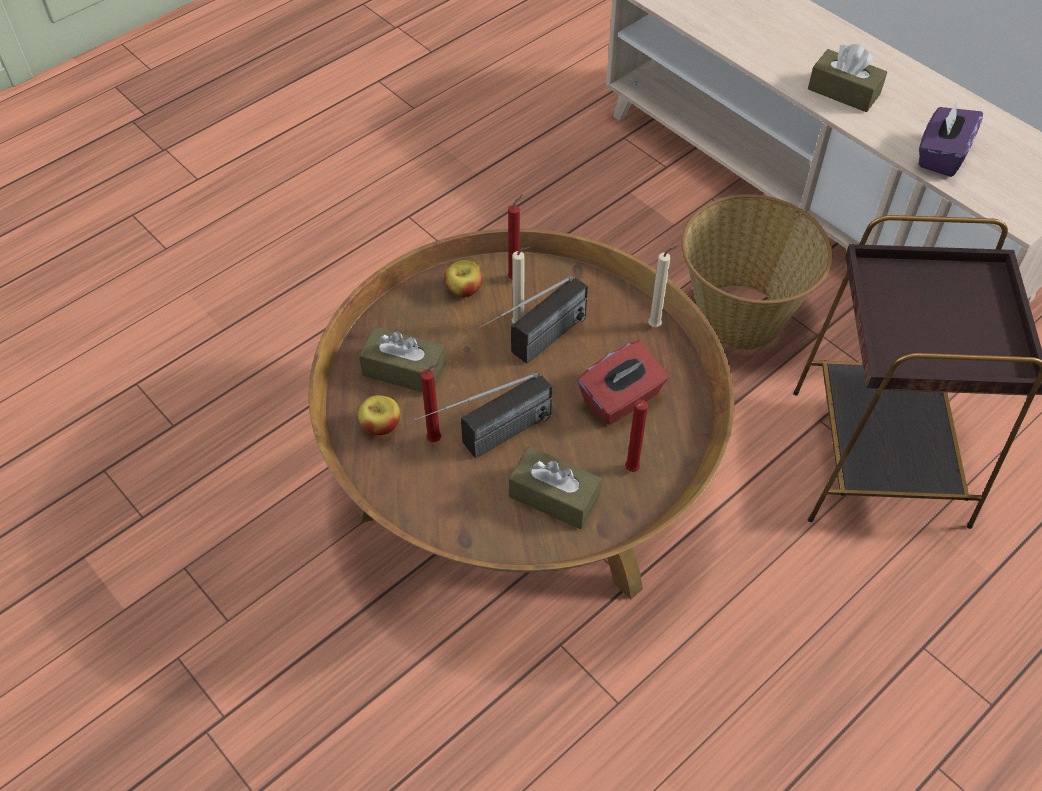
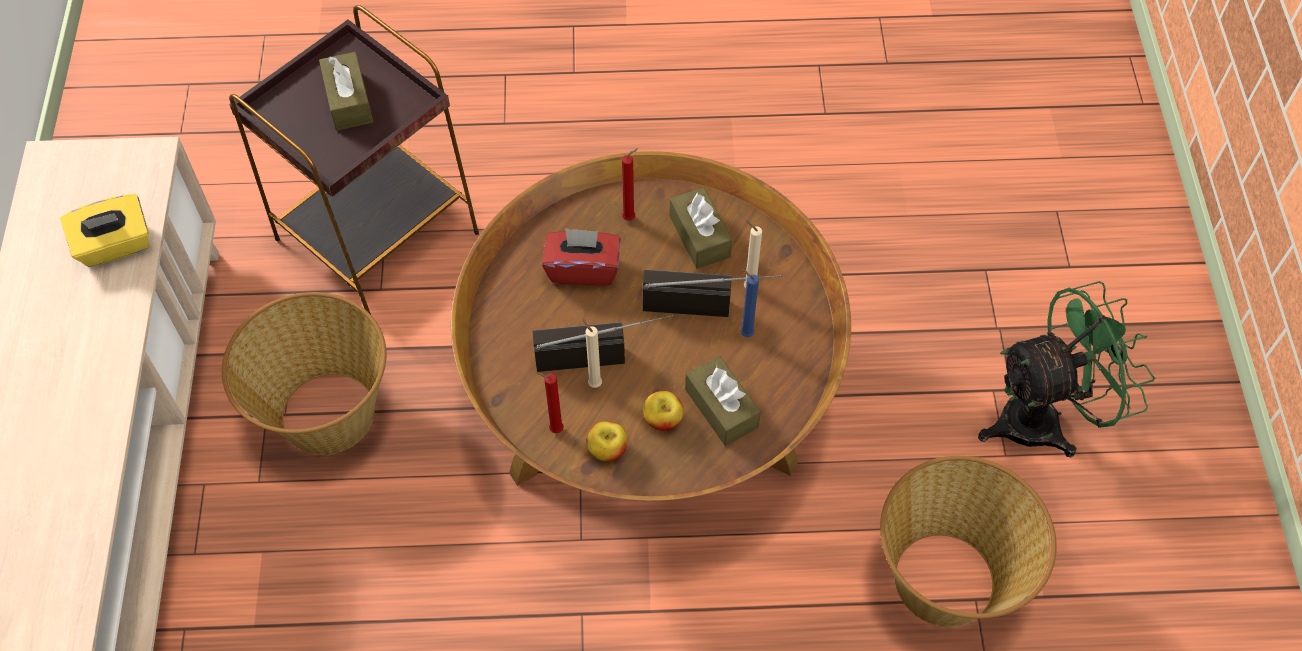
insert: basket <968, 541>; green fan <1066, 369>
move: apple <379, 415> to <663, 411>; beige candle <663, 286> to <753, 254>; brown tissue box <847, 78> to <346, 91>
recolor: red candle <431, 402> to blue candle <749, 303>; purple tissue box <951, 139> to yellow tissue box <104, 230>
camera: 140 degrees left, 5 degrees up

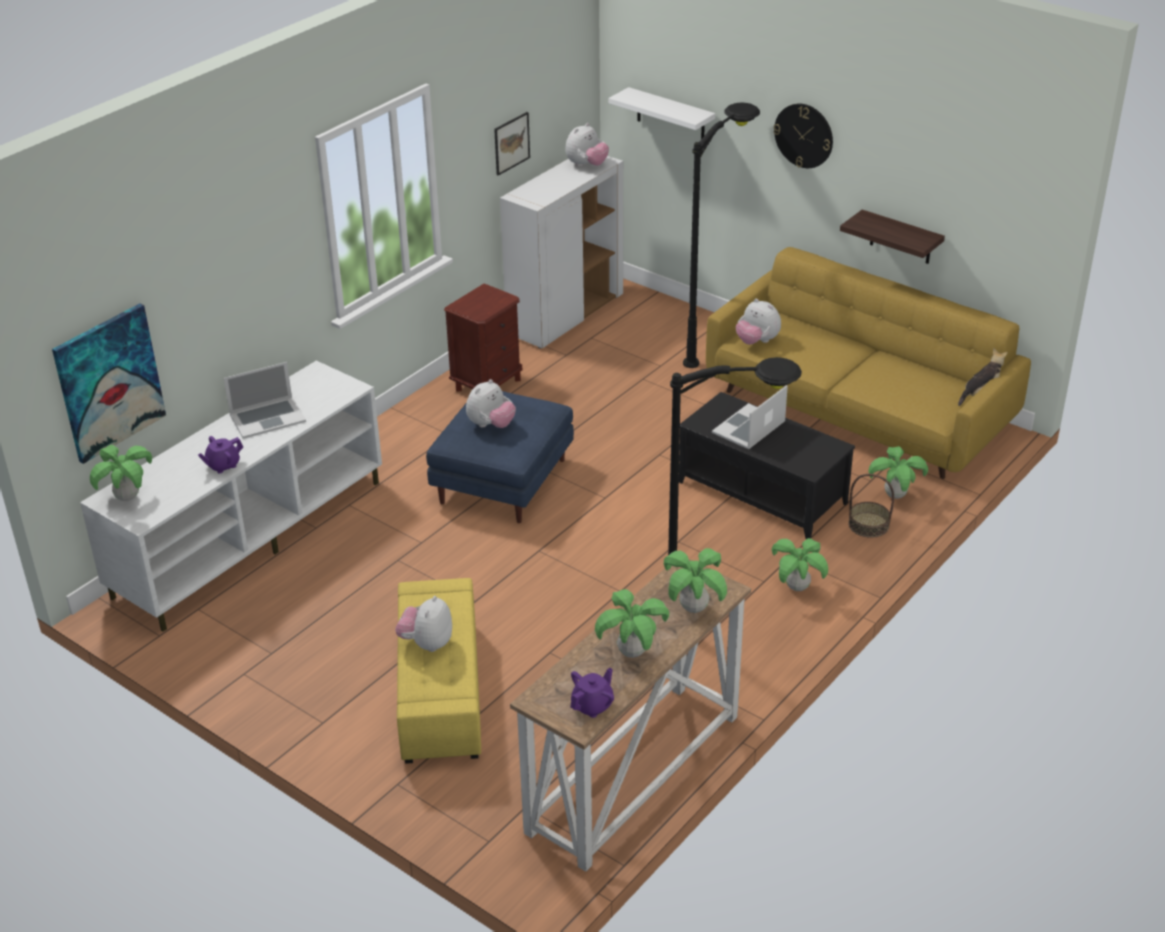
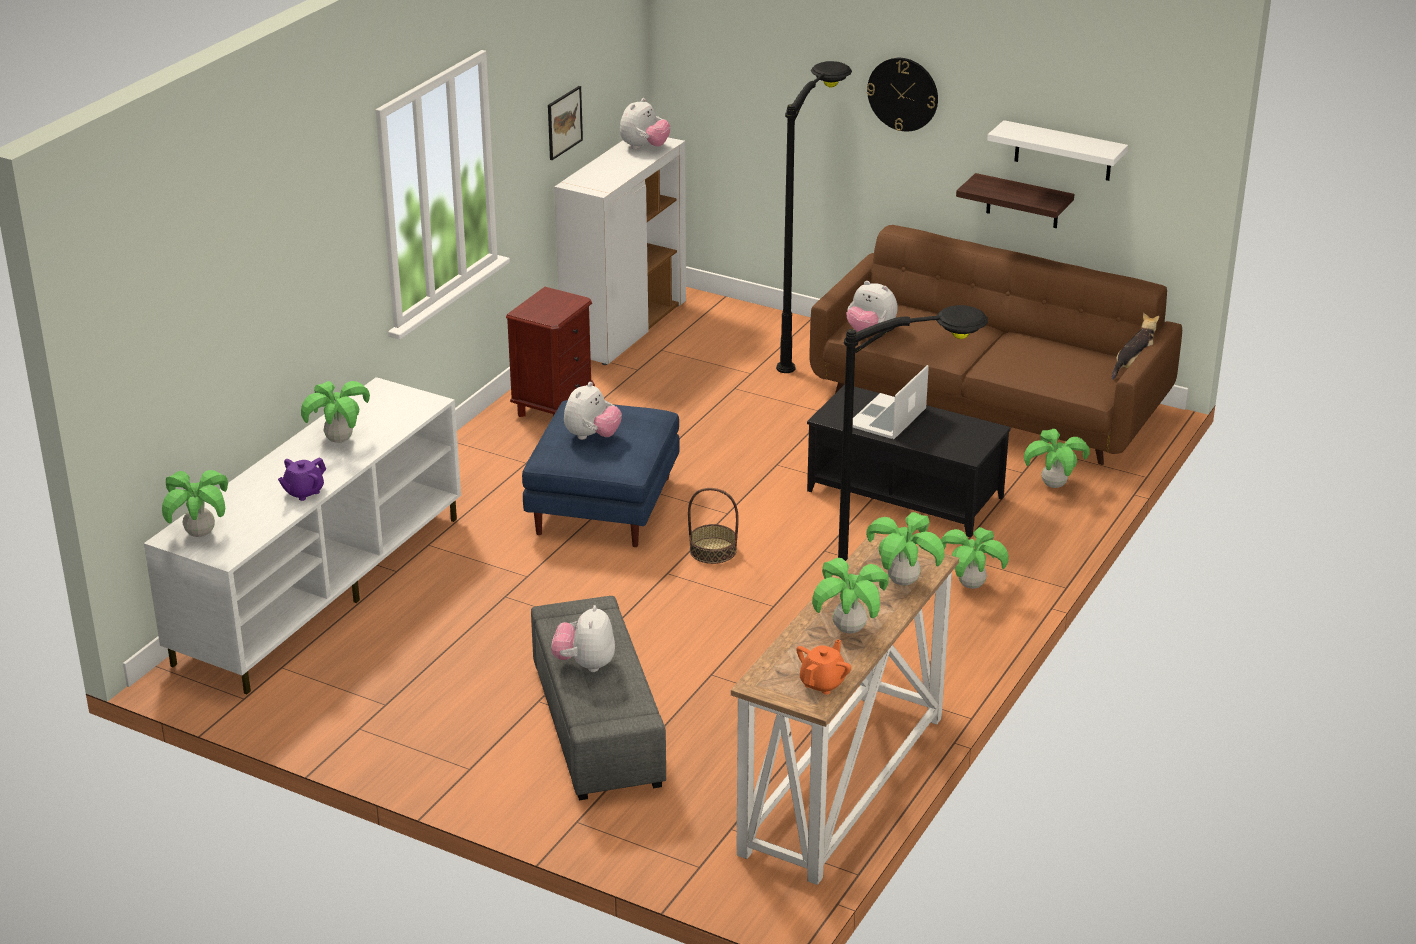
delete: picture <109, 383>
move: white shelf <662, 113> to <1057, 150>; basket <871, 506> to <713, 526>
replace: laptop <265, 400> to potted plant <335, 412>
recolor: yellow ottoman <439, 671> to grey ottoman <598, 698>; purple teapot <592, 693> to orange teapot <823, 667>; yellow sofa <868, 363> to brown sofa <995, 345>
camera: 10 degrees left, 5 degrees down

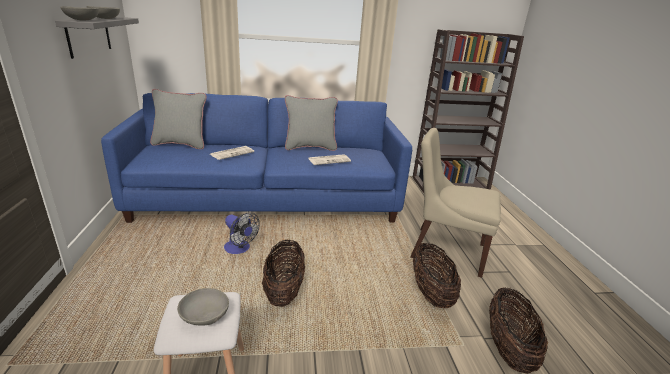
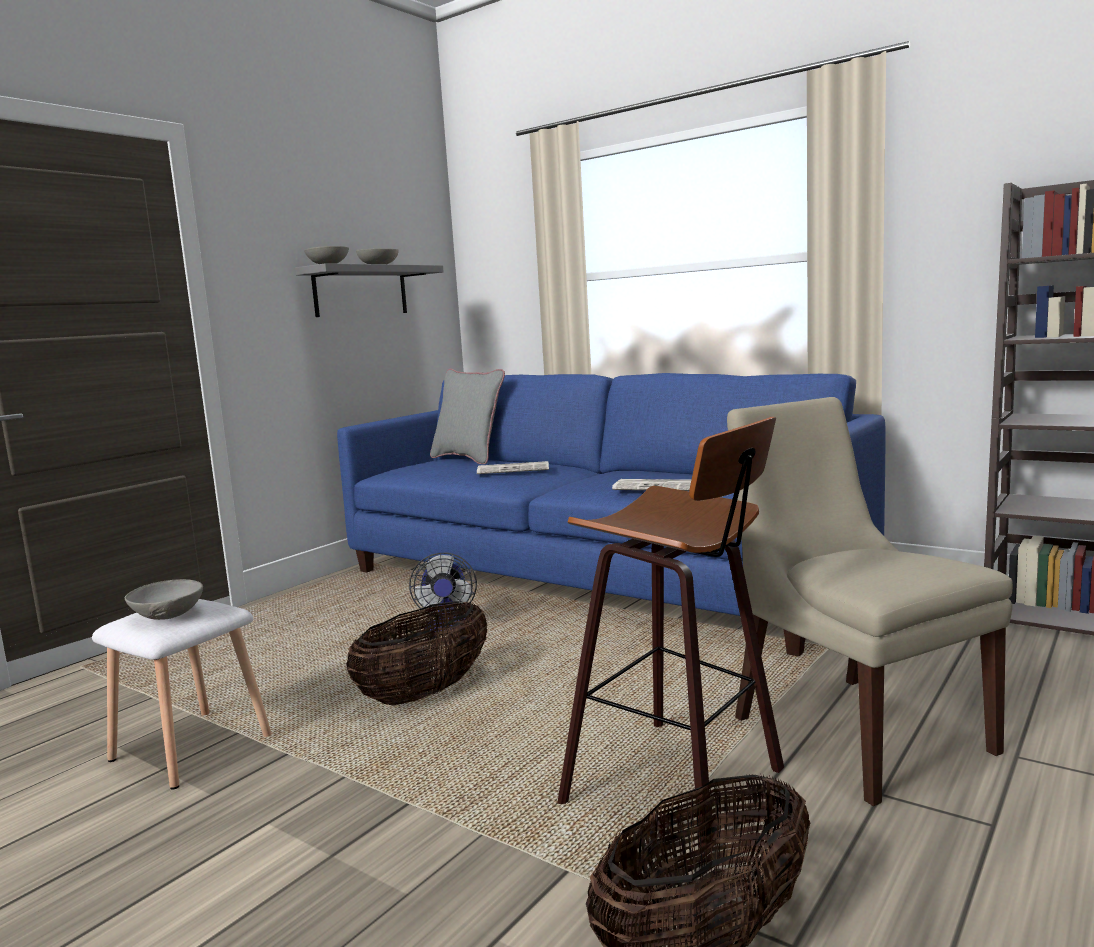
delete: grey pillow <311, 123>
replace: basket <437, 275> to stool <670, 634>
camera: 45 degrees right, 15 degrees down

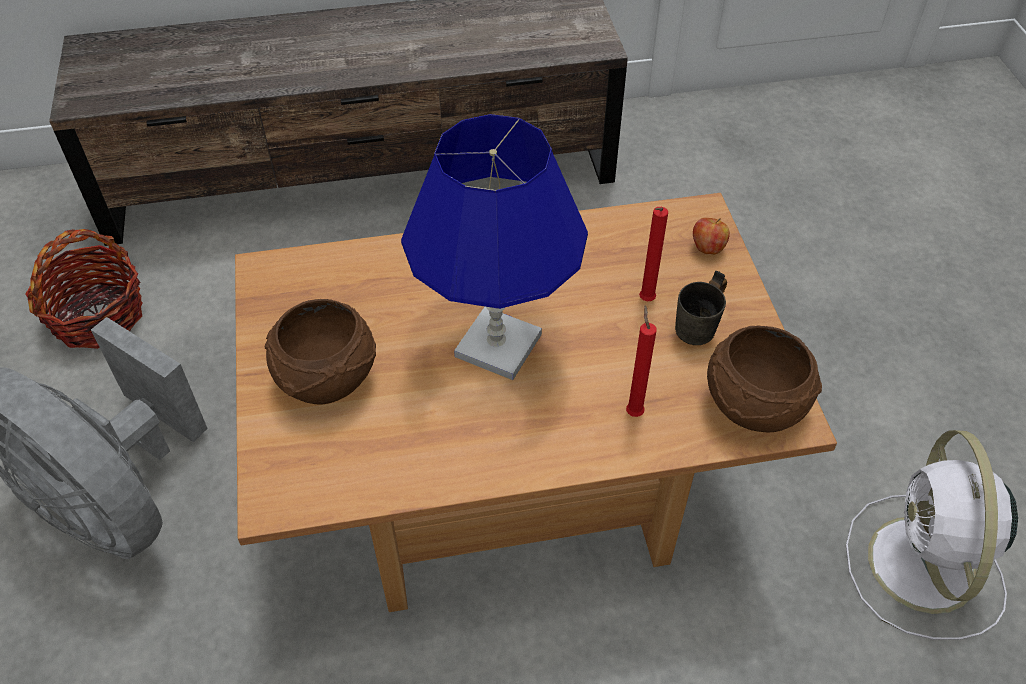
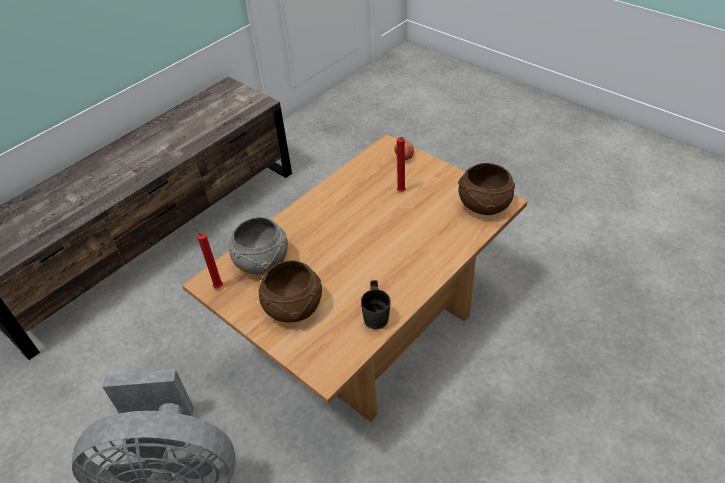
delete: basket <84, 289>; blue table lamp <494, 247>; white fan <932, 535>
insert: grey bowl <258, 245>
move: red candle <641, 361> to <208, 257>; grey mug <701, 308> to <376, 304>
camera: 35 degrees left, 5 degrees down

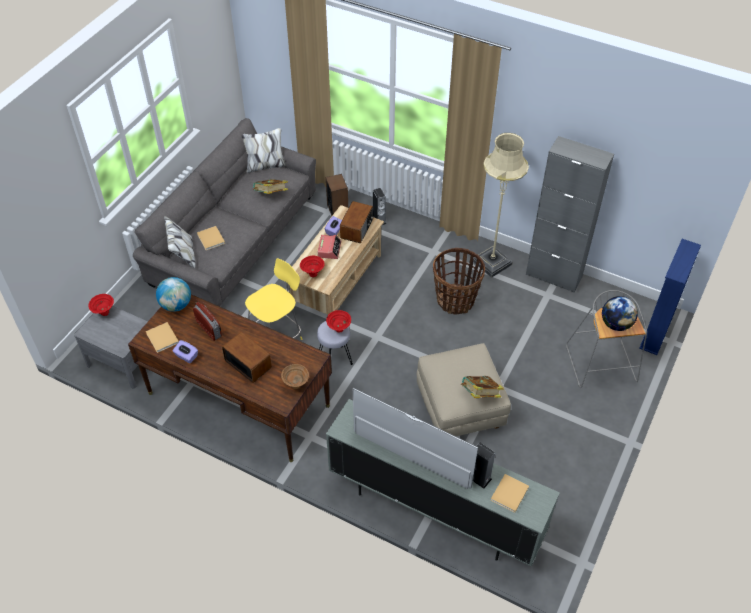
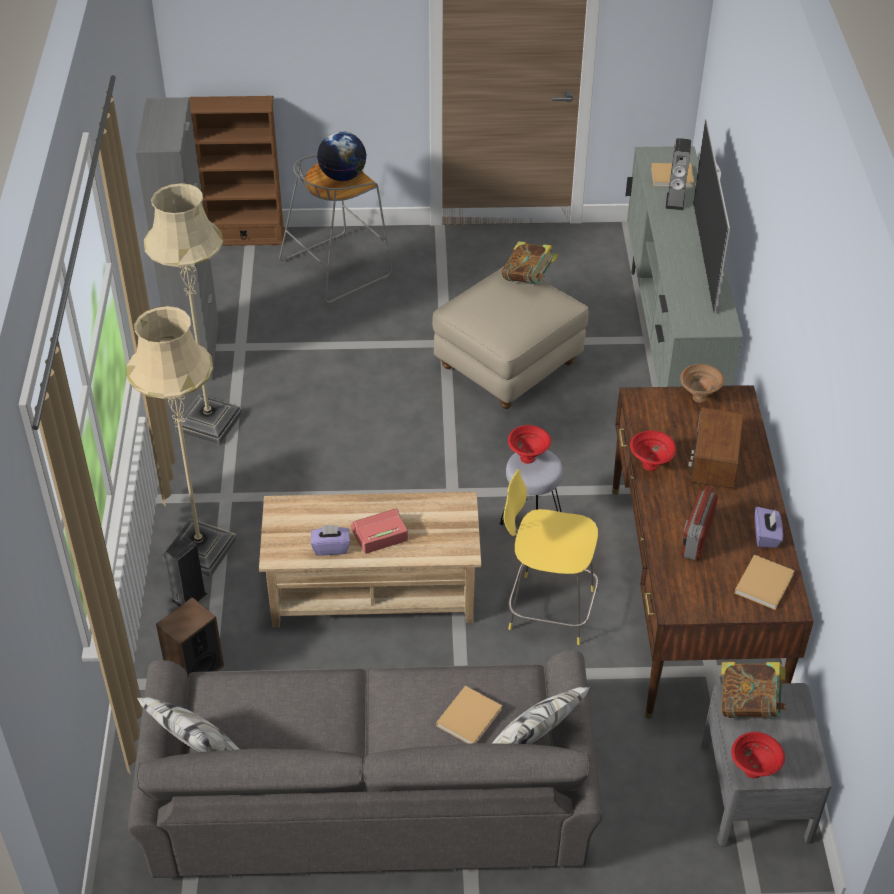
delete: globe <173, 294>; radio <357, 222>; basket <459, 281>
insert: beige floor lamp <182, 441>
move: book <270, 186> to <754, 690>; red bowl <312, 266> to <653, 451>
recolor: blue bookcase <670, 297> to brown bookcase <237, 171>
camera: 120 degrees left, 5 degrees down

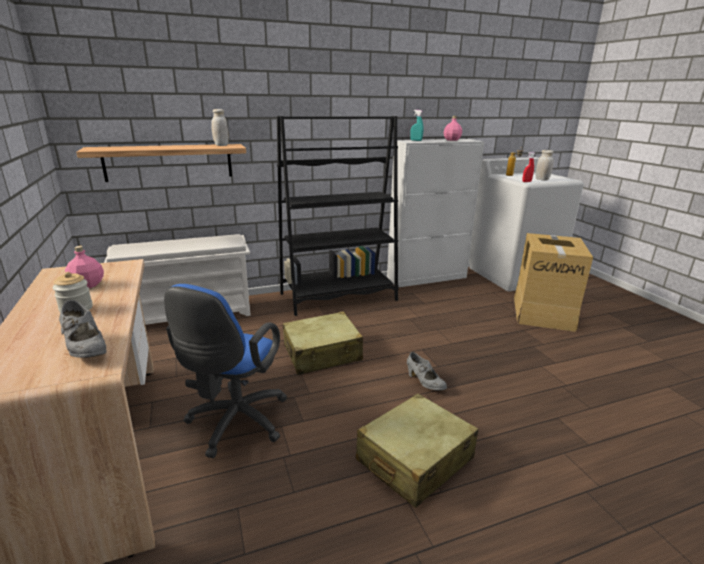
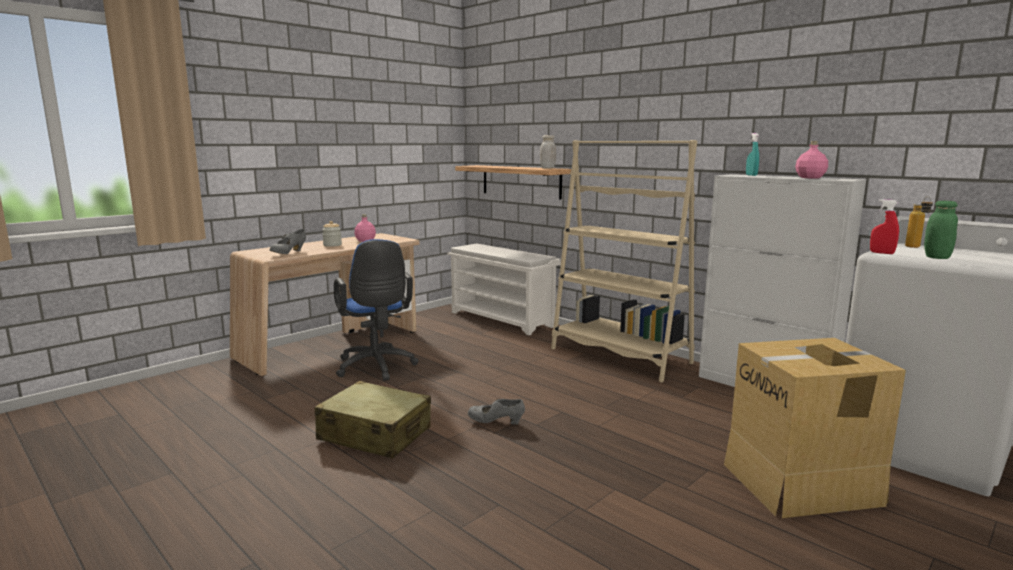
delete: beige suitcase <323, 343>
recolor: black bookcase <338, 216> to beige bookcase <624, 261>; white jar <545, 165> to green jar <941, 230>
rotate: blue office chair <225, 371> = <376, 310> 105 degrees counterclockwise; grey shoe <427, 371> = <496, 412> 75 degrees clockwise
camera: 65 degrees right, 10 degrees down

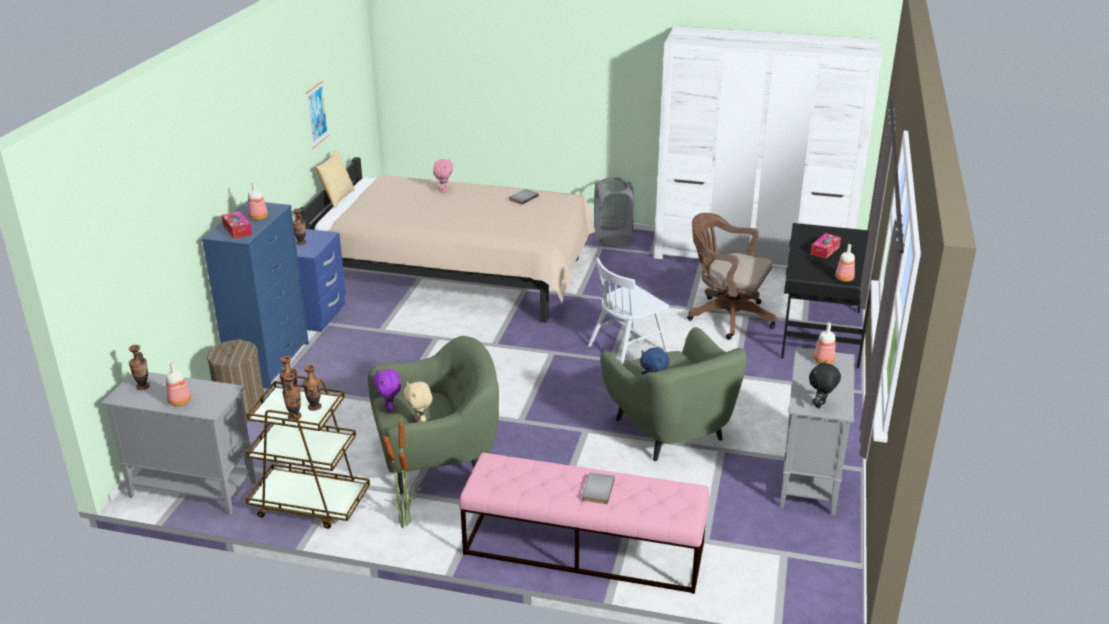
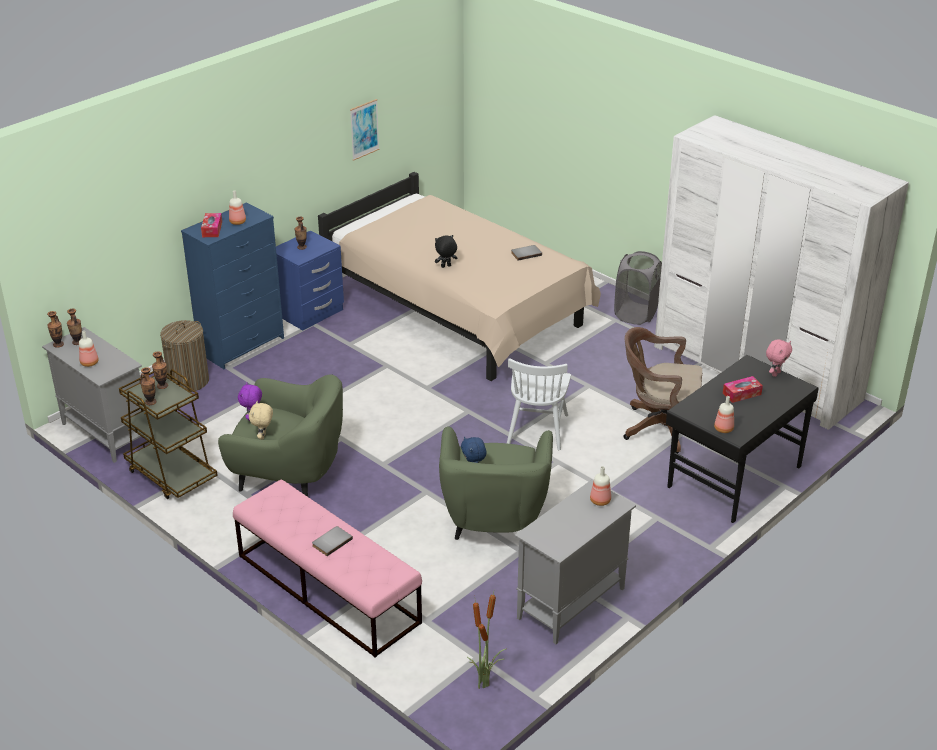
delete: pillow <335, 179>
move: vase <312, 388> to <55, 329>; potted plant <403, 472> to <487, 640>; pink plush toy <443, 175> to <779, 358>; black plush toy <825, 384> to <446, 251>
rotate: white chair <628, 311> = <539, 404> 75 degrees counterclockwise; brown office chair <732, 276> = <663, 390> 45 degrees counterclockwise
camera: 30 degrees right, 5 degrees up

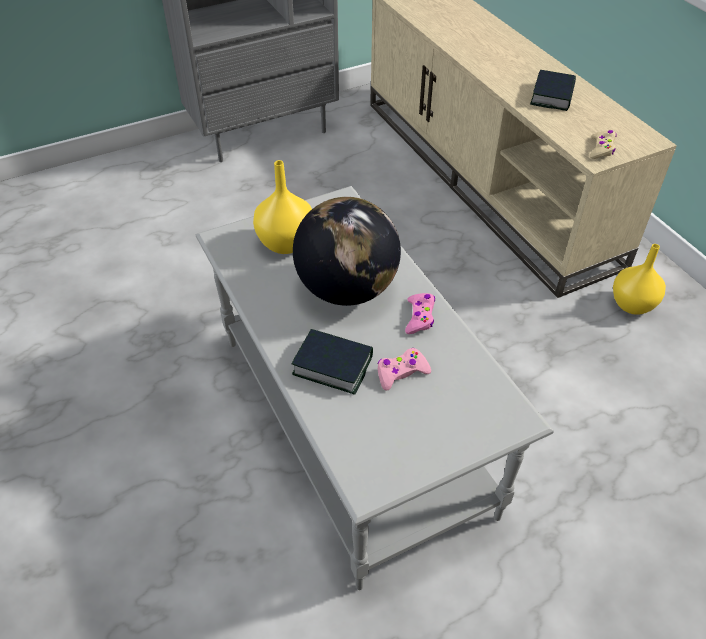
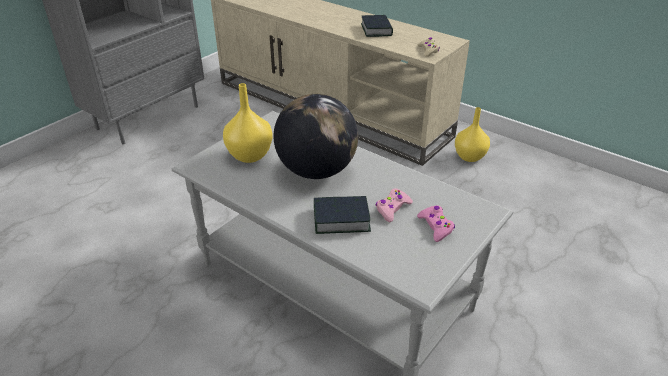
move: pink game controller <420, 313> to <436, 223>
camera: 25 degrees left, 10 degrees down

